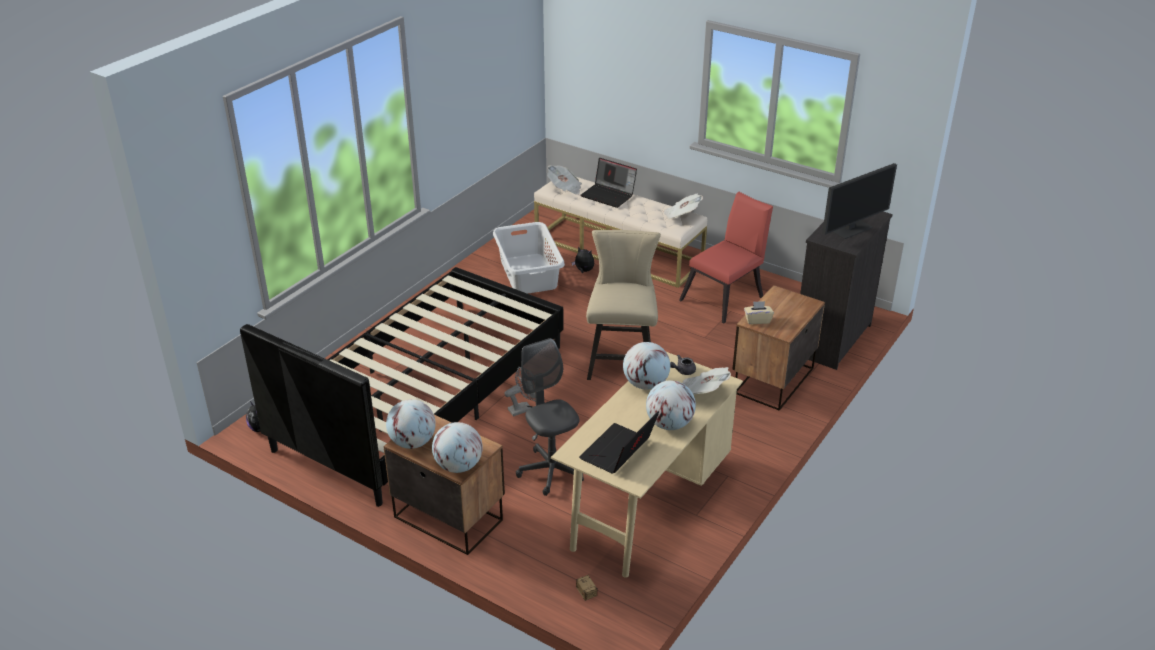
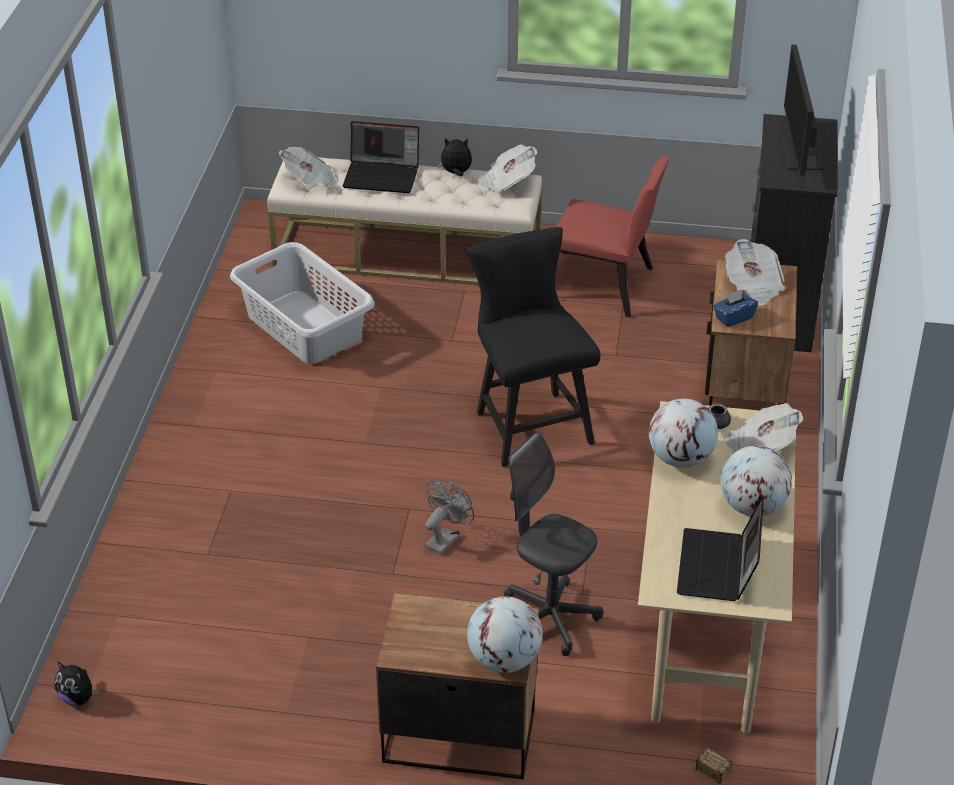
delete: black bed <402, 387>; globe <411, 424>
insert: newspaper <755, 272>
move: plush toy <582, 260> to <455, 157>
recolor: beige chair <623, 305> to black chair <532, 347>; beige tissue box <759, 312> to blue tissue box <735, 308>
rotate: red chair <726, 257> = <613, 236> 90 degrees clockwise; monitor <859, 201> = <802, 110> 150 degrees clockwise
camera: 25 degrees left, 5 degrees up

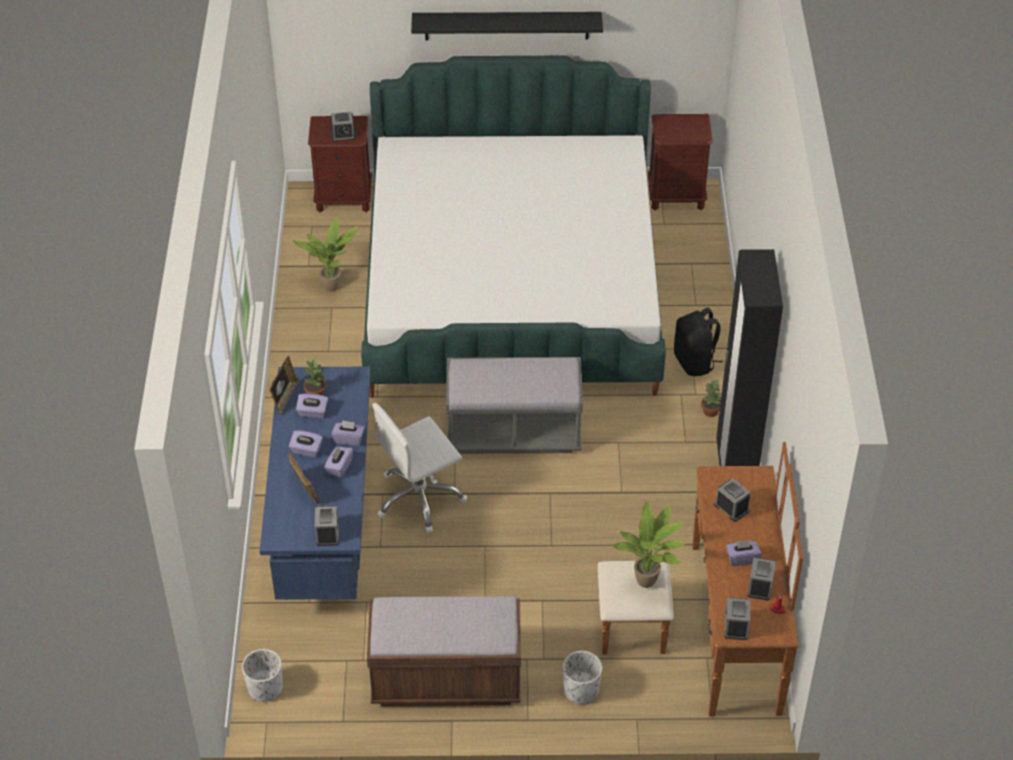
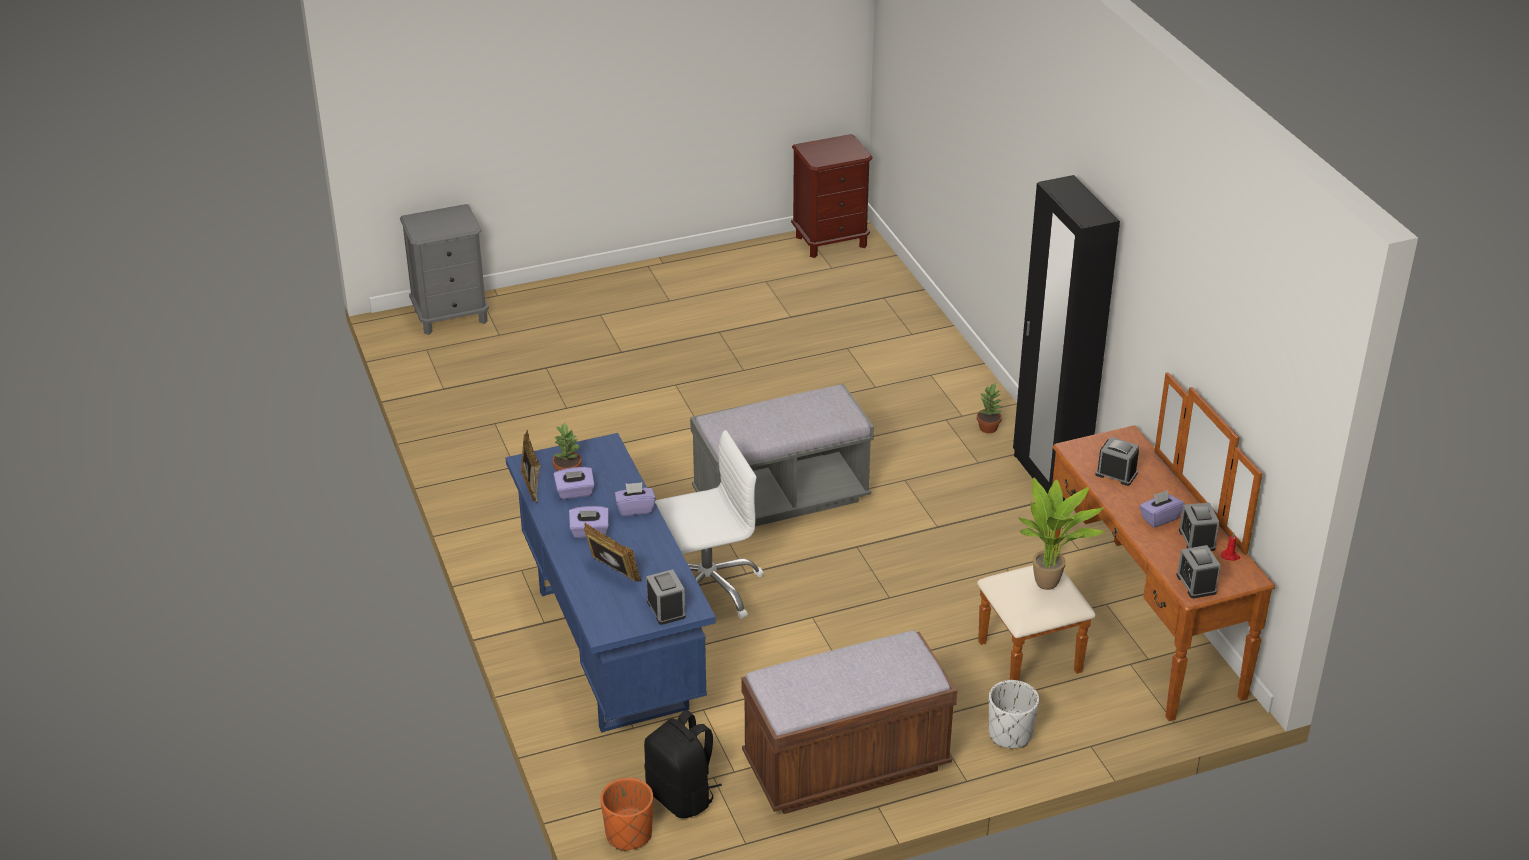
delete: potted plant <325, 254>; purple tissue box <338, 462>; alarm clock <343, 127>; bed <513, 227>; black shelf <507, 26>
move: black backpack <698, 342> to <683, 764>
recolor: white planter <262, 675> to orange planter <626, 814>; brown nightstand <340, 164> to grey nightstand <444, 269>
rotate: white office chair <419, 468> = <709, 524> 150 degrees counterclockwise
camera: 20 degrees left, 10 degrees down

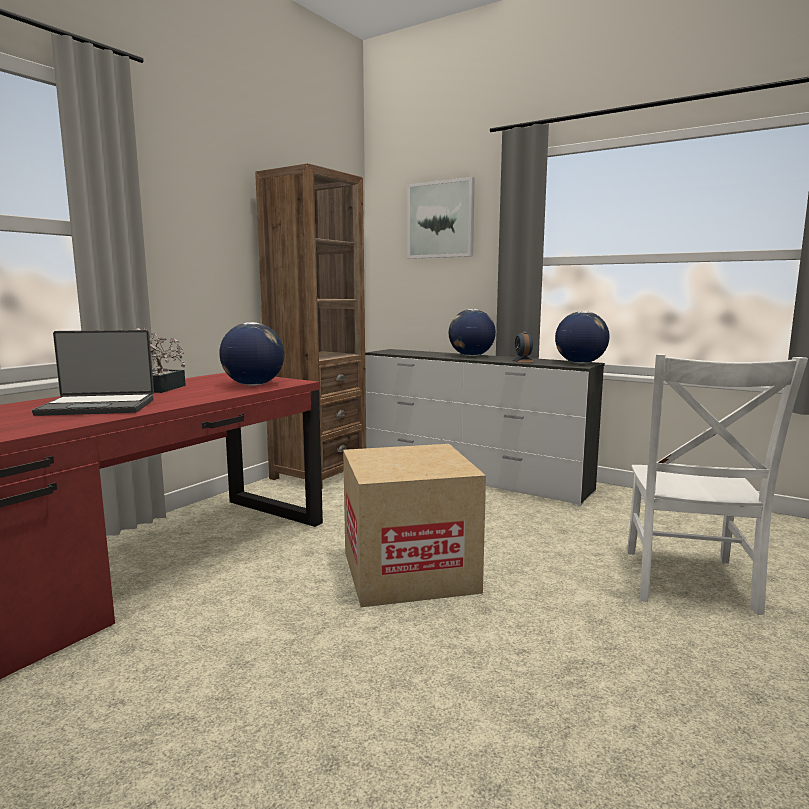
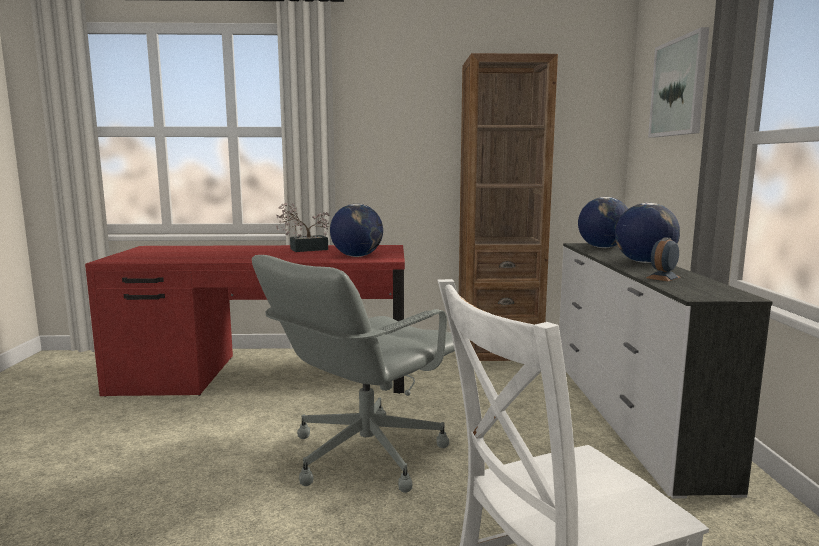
delete: laptop <93, 373>
move: globe <582, 337> to <603, 222>
replace: cardboard box <414, 525> to grey office chair <353, 374>
camera: 55 degrees right, 0 degrees up

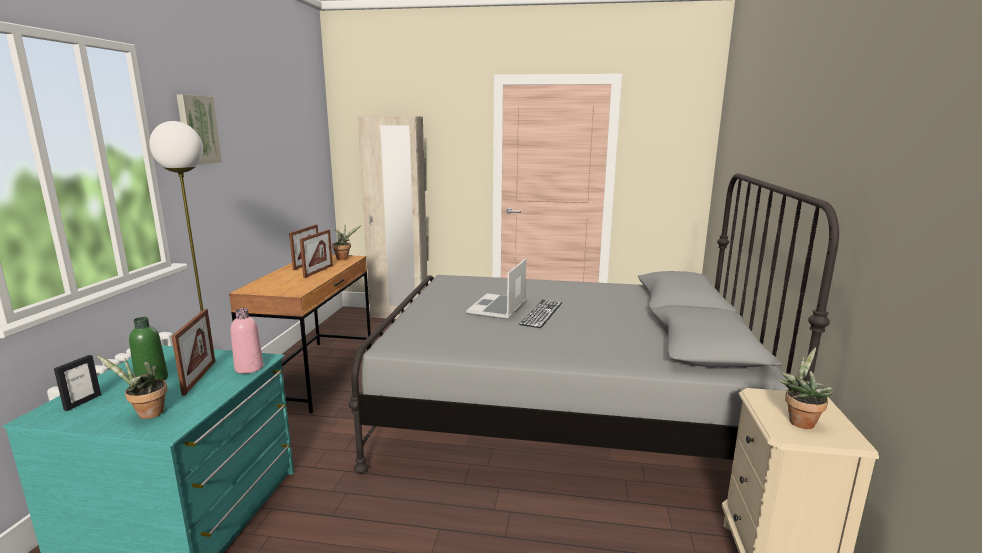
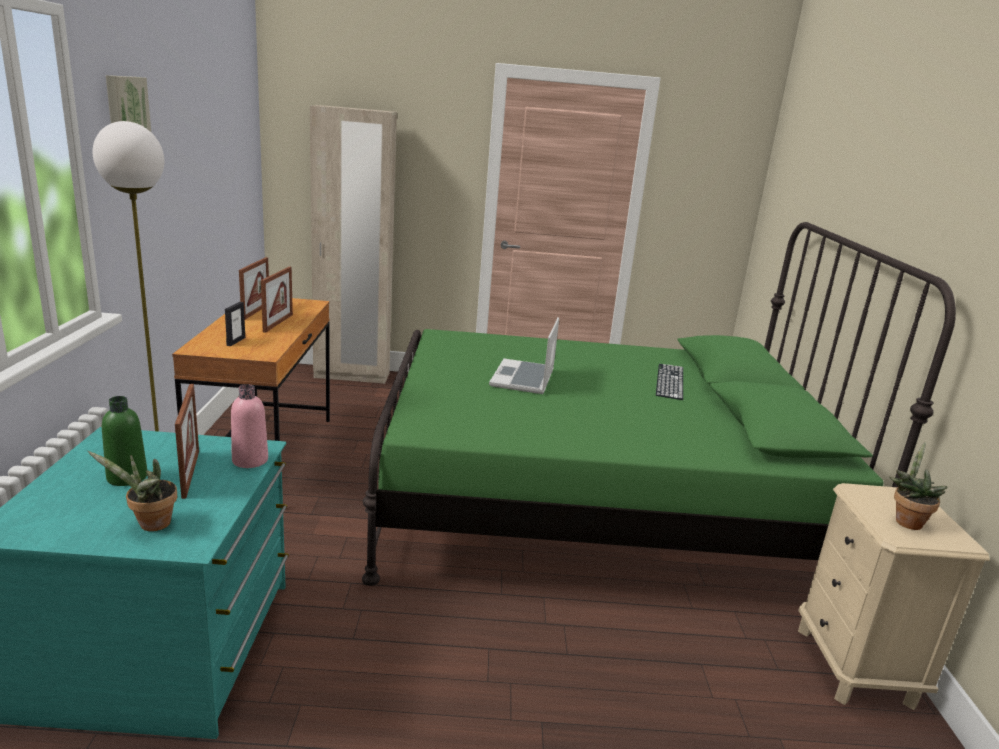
delete: potted plant <346, 242>
move: picture frame <77, 383> to <235, 324>; keyboard <540, 314> to <669, 382>
recolor: grey bed <594, 323> to green bed <659, 404>
camera: 10 degrees left, 5 degrees up

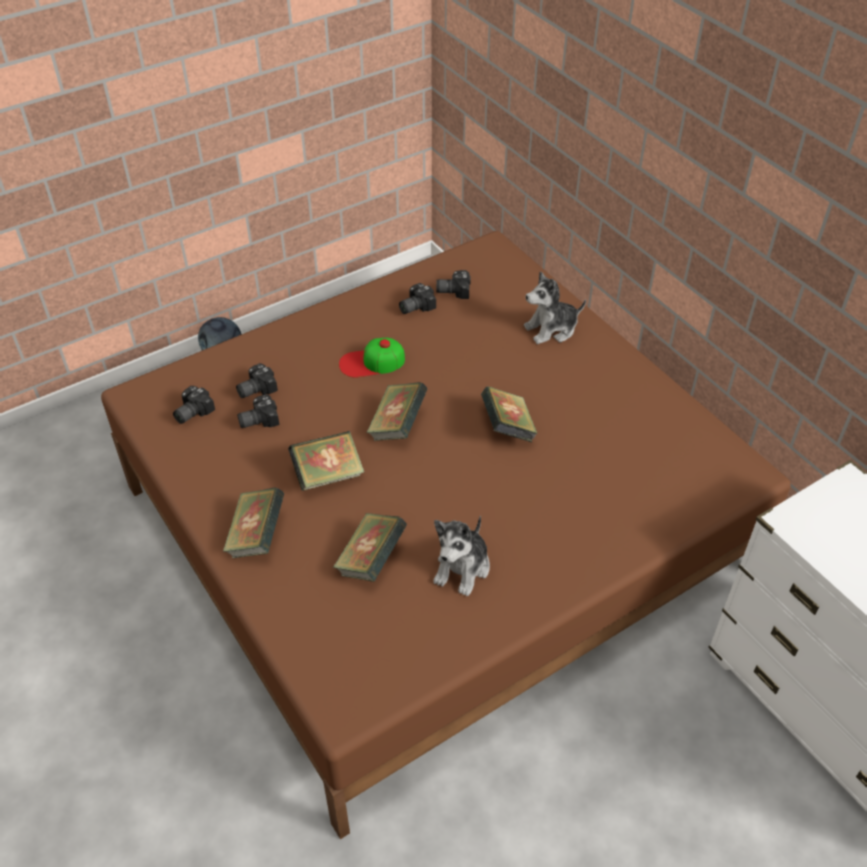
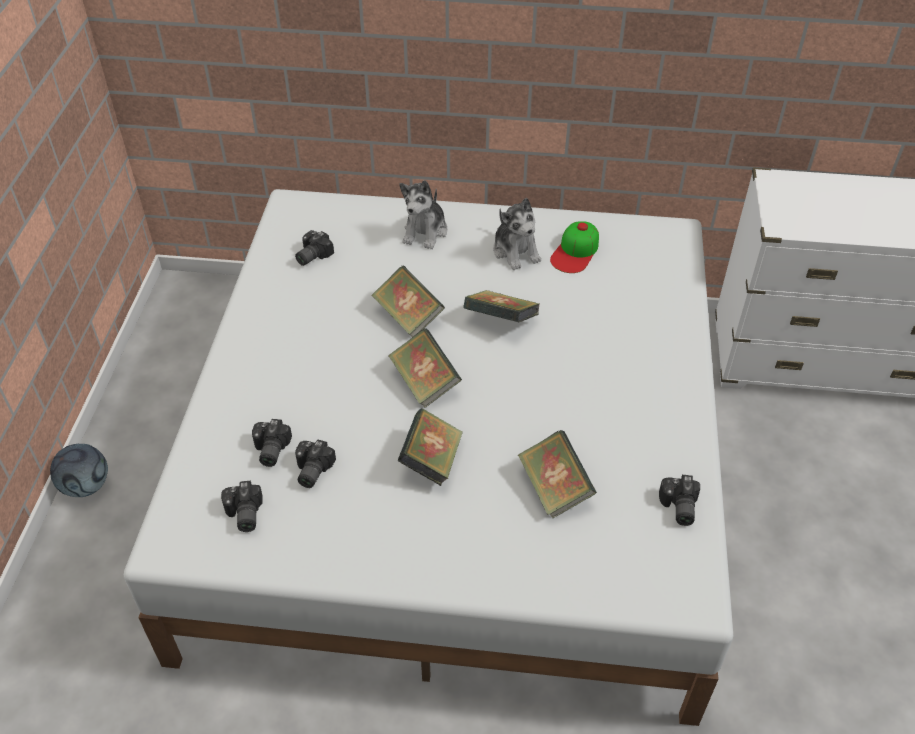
move: book <253, 523> to <408, 301>; cap <372, 358> to <574, 247>; photo camera <417, 298> to <679, 500>; plush toy <461, 556> to <517, 234>
recolor: brown bed <446, 535> to white bed <428, 457>
camera: 50 degrees left, 0 degrees up

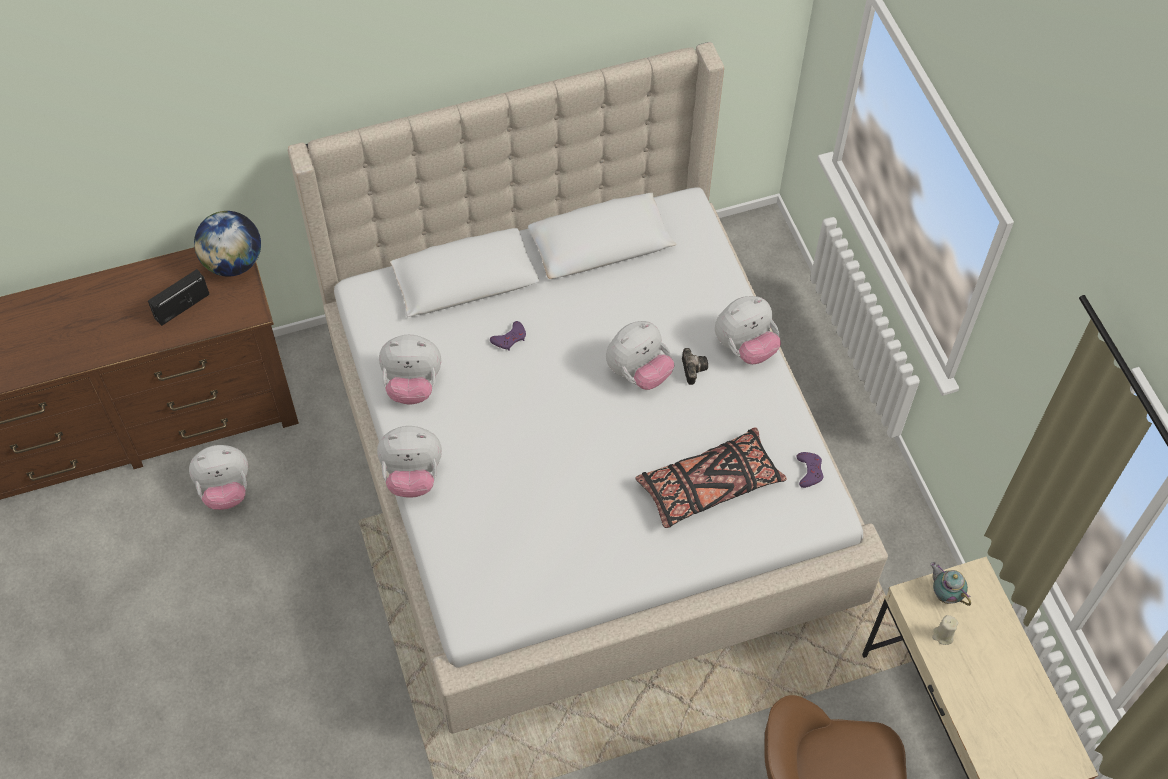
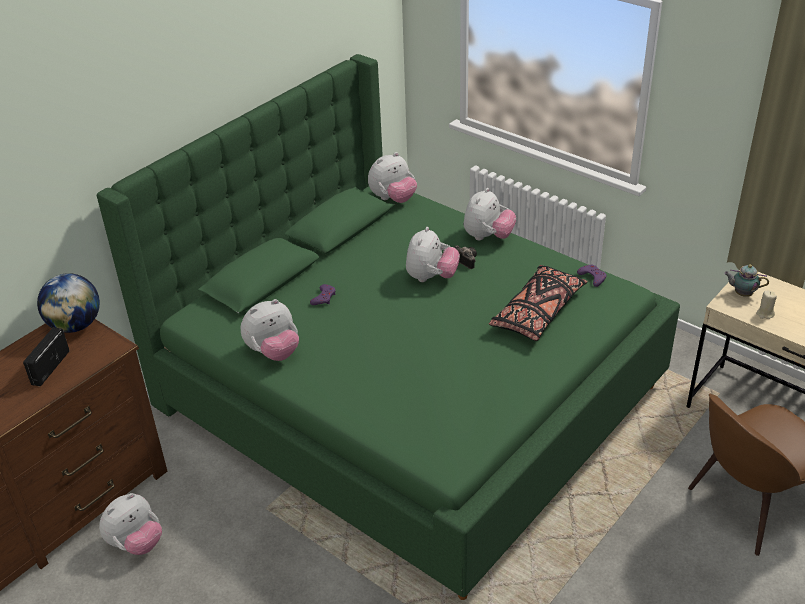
move: plush toy <409, 462> to <392, 177>
recolor: beige bed <587, 388> to green bed <388, 327>
camera: 30 degrees left, 20 degrees down

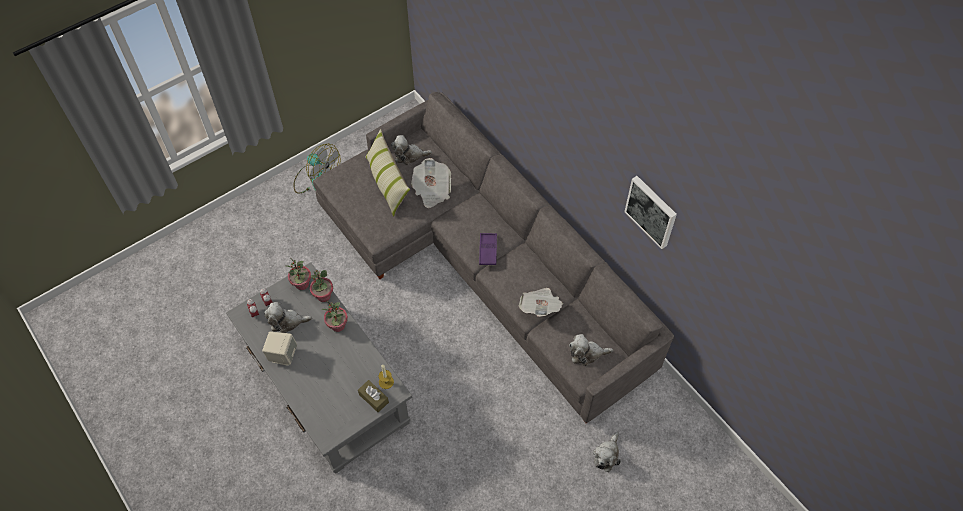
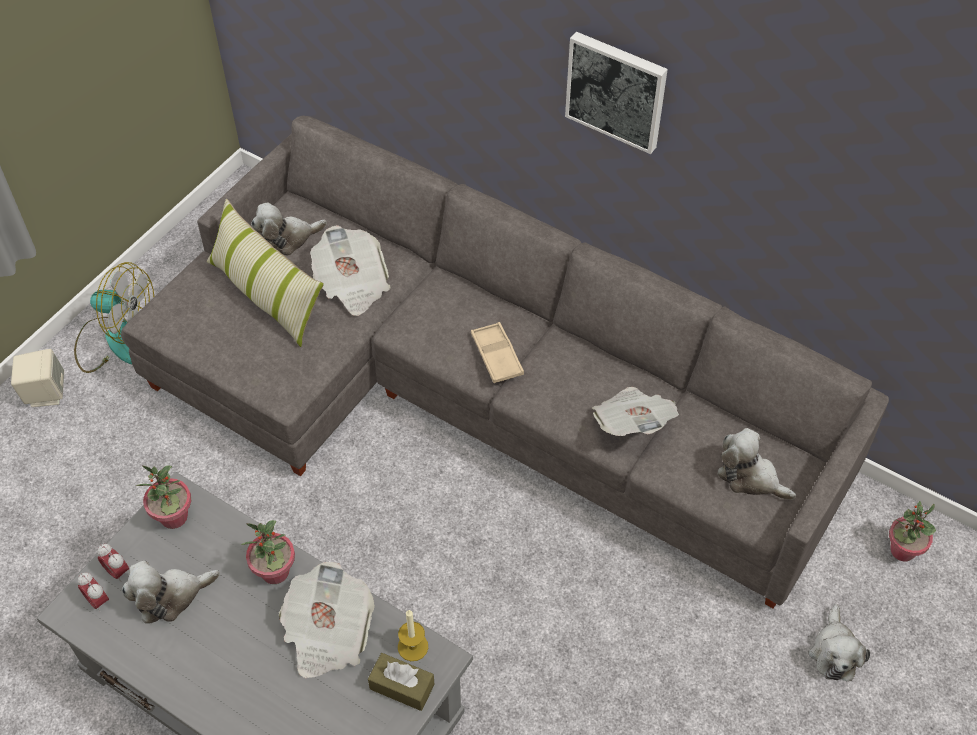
insert: newspaper <327, 620>
move: beige speaker <279, 348> to <37, 378>; potted plant <321, 286> to <912, 531>; picture <650, 212> to <616, 93>
recolor: purple tray <488, 249> to beige tray <497, 352>
rotate: plush toy <591, 350> = <756, 464> 60 degrees clockwise
camera: 20 degrees left, 5 degrees down

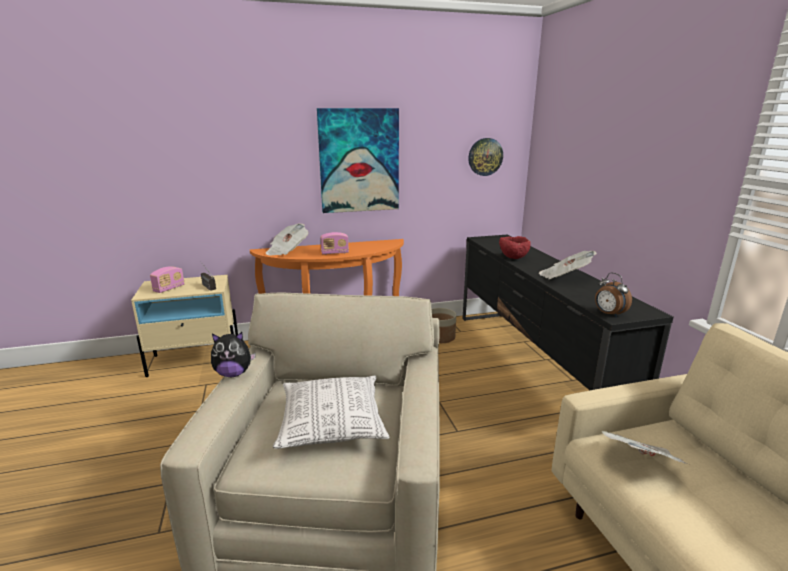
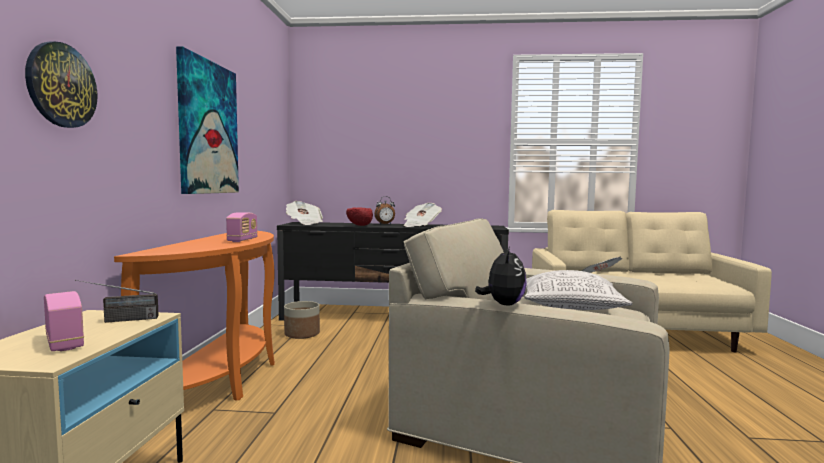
move: newspaper <287, 239> to <304, 213>; wall clock <485, 157> to <61, 85>; alarm clock <613, 295> to <385, 210>
camera: 70 degrees left, 15 degrees down

